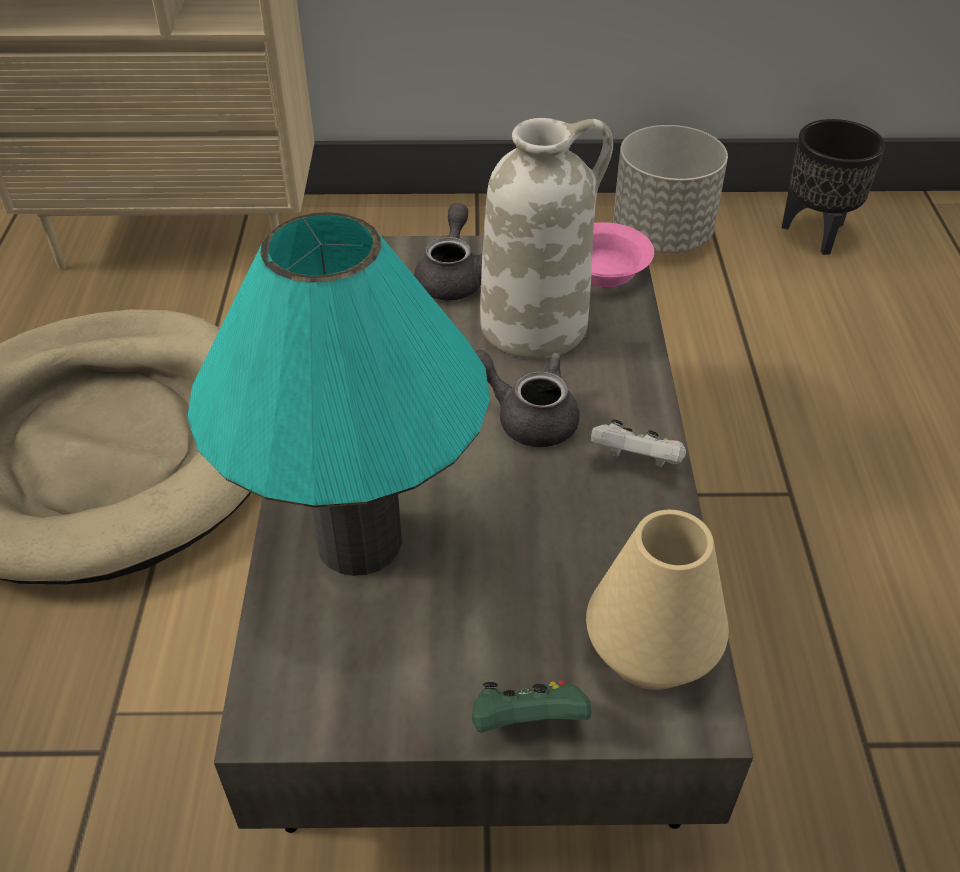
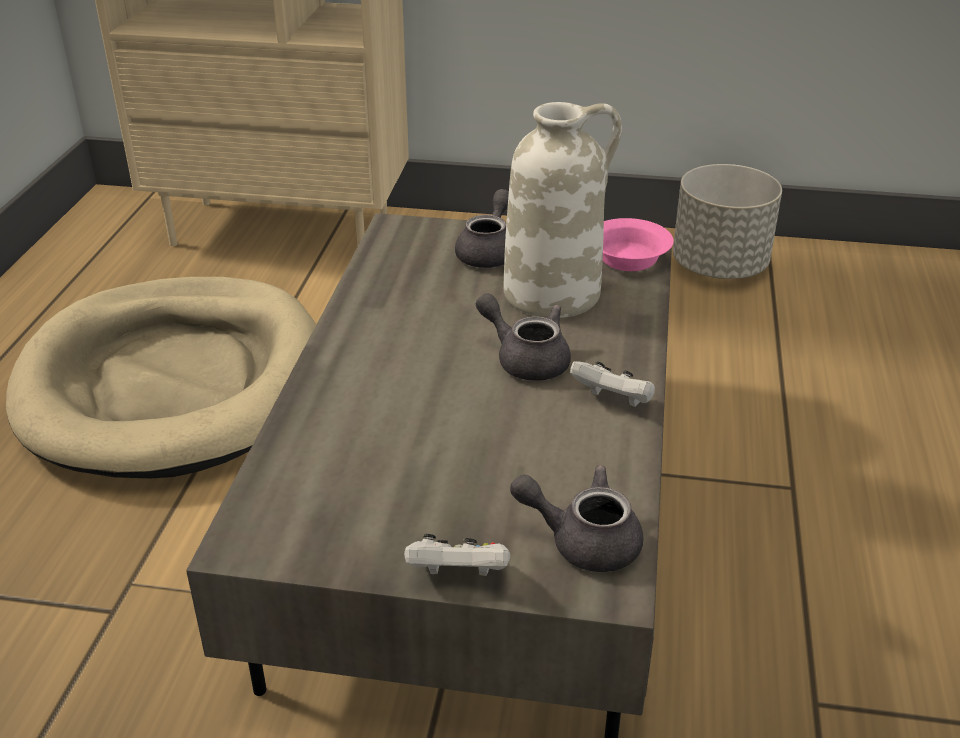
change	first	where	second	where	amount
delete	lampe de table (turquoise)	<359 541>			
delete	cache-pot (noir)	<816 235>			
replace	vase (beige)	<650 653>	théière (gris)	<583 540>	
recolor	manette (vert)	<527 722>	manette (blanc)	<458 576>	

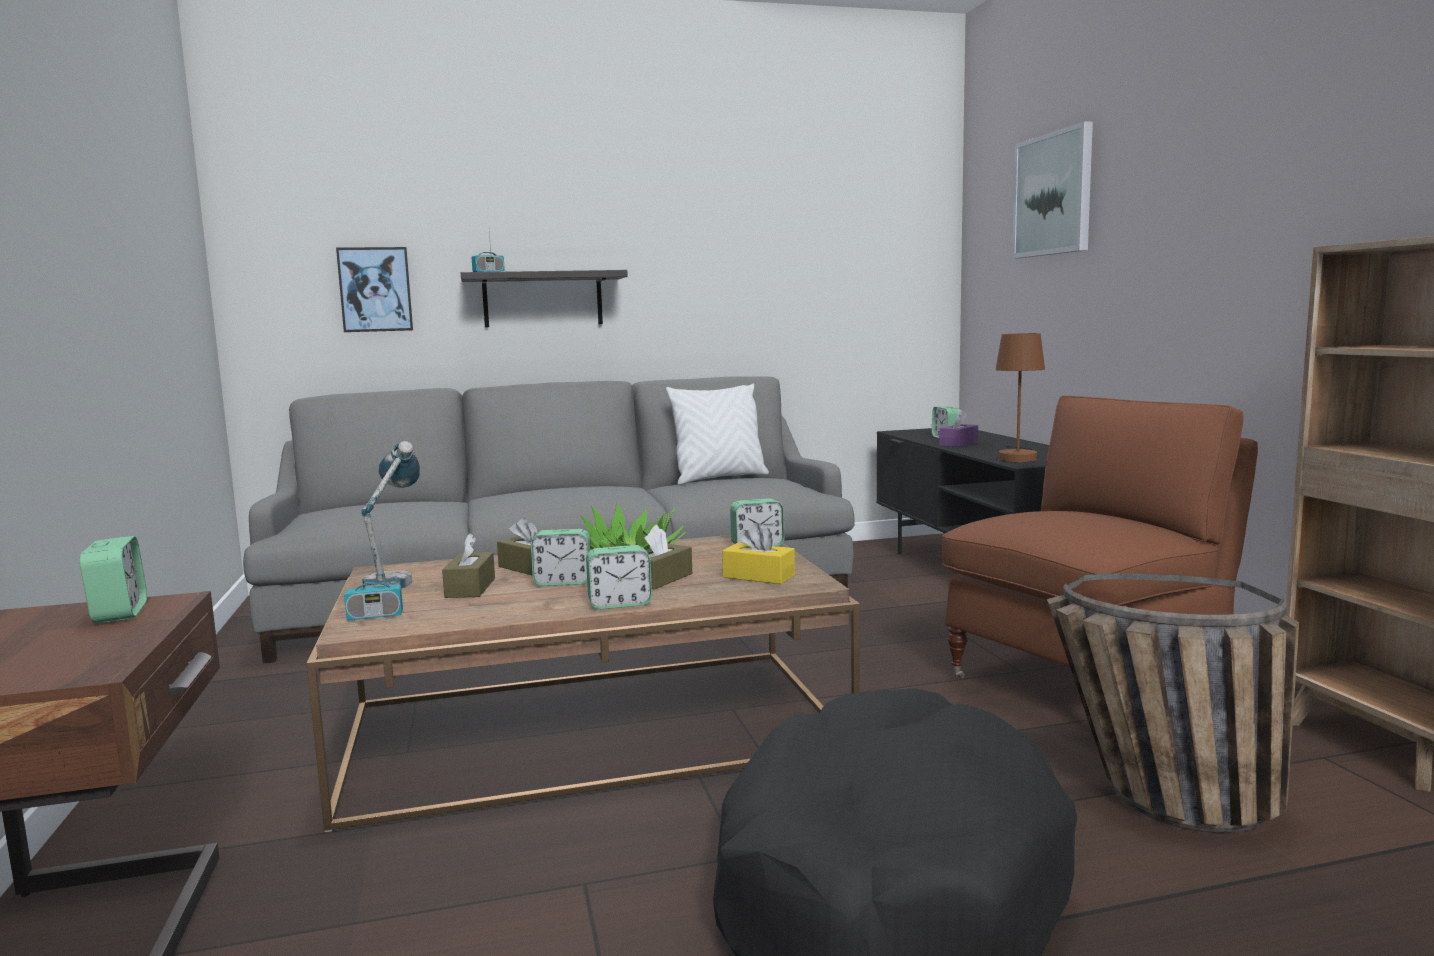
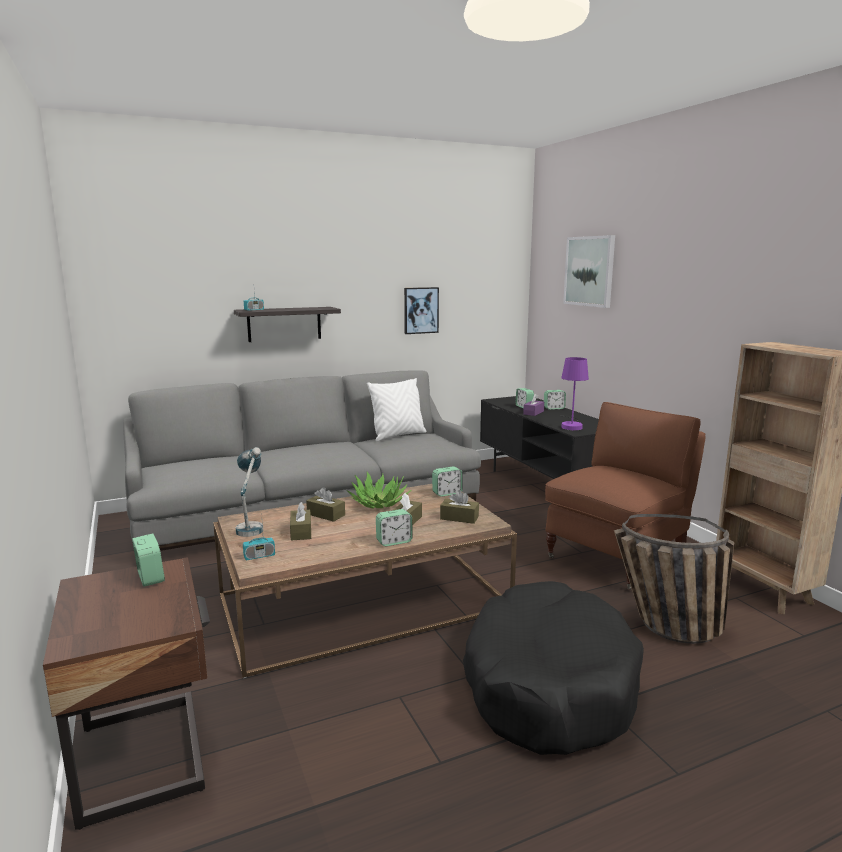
change	first	where	second	where	amount
move	tableau	<375 289>		<421 310>	
move	réveil	<563 582>		<554 408>	
recolor	boîte à mouchoirs (jaune)	<758 576>	boîte à mouchoirs (marron)	<459 518>	
recolor	lampe de table (marron)	<1019 457>	lampe de table (violet)	<572 426>	

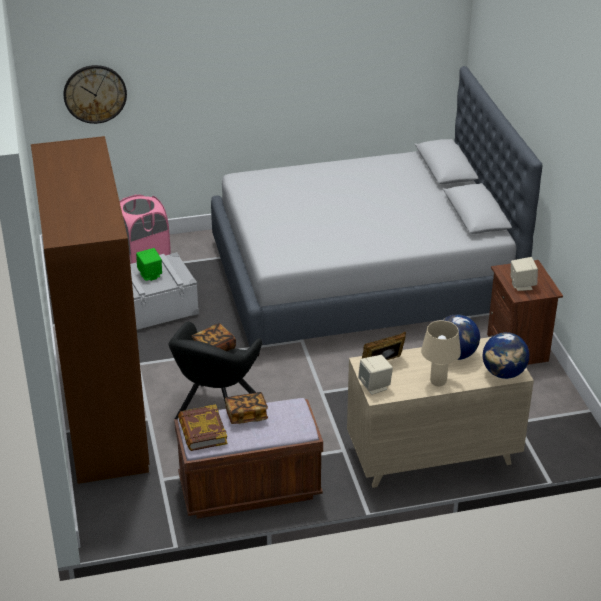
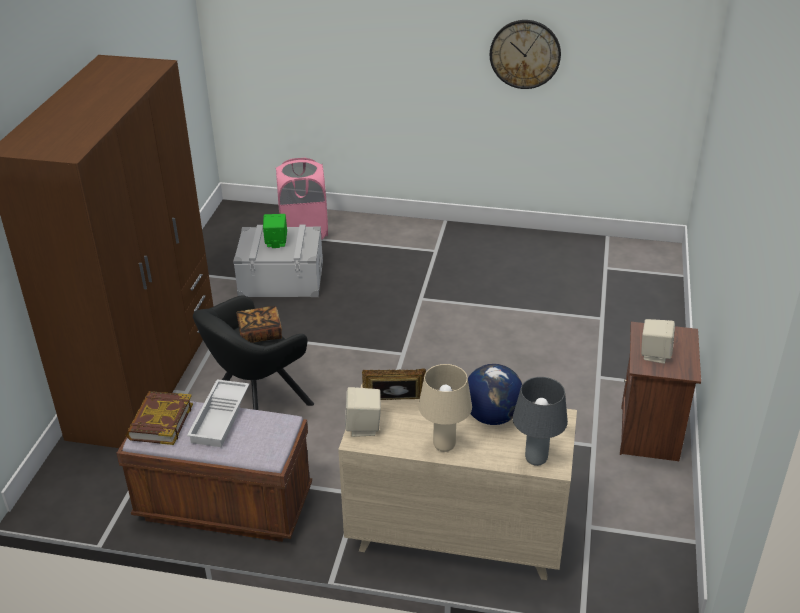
change	first	where	second	where	amount
delete	lit (gris)	<362 279>			
move	horloge murale	<95 94>		<525 54>	
replace	livre	<246 415>	plateau (blanc)	<221 418>	
replace	globe	<503 373>	lampe de table (gris)	<536 459>	

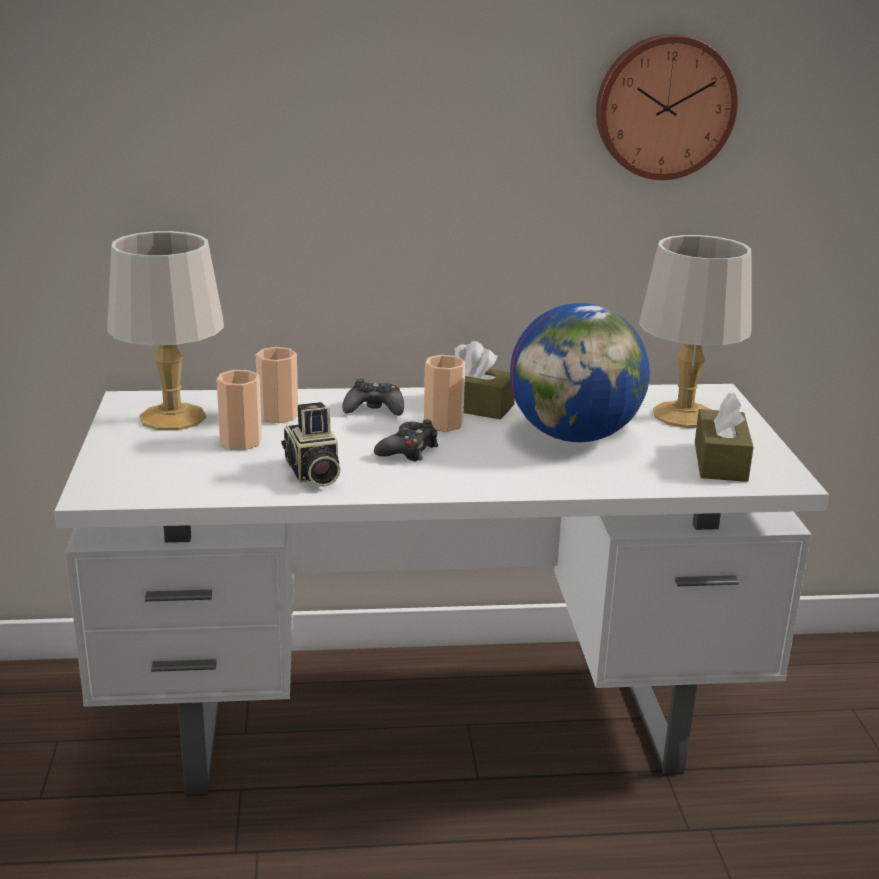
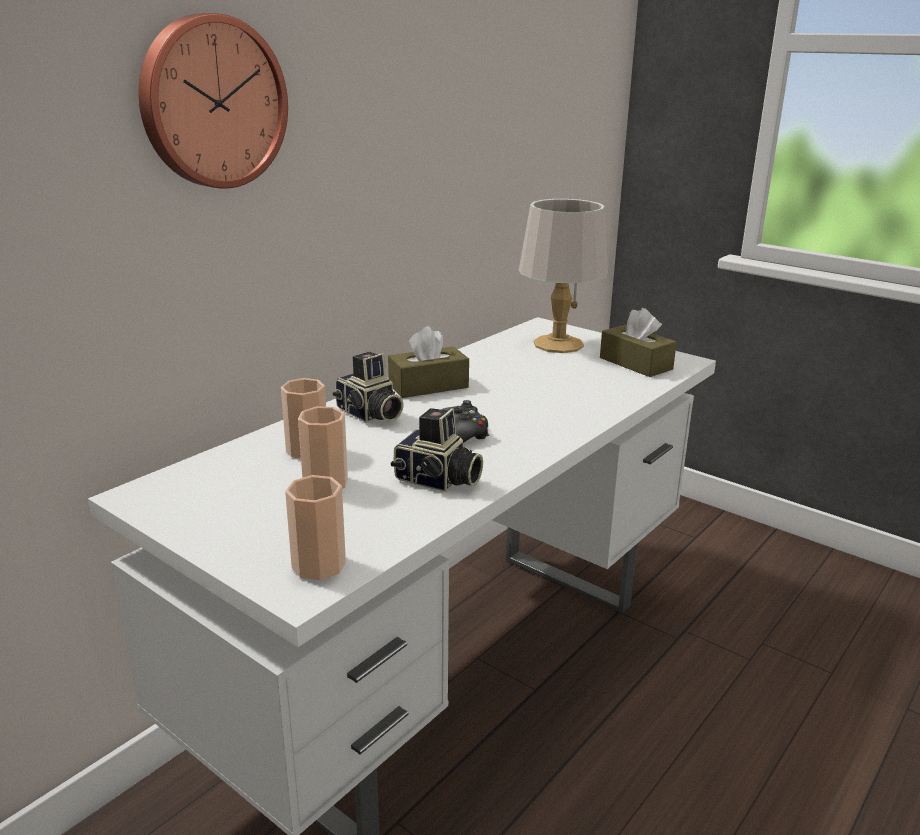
change	first	where	second	where	amount
delete	lampe de table (gris)	<172 418>			
delete	globe	<575 436>			
move	tasse	<443 424>		<318 565>	
move	horloge murale	<664 107>		<211 103>	
replace	manette (noir)	<374 409>	appareil photo	<369 414>	

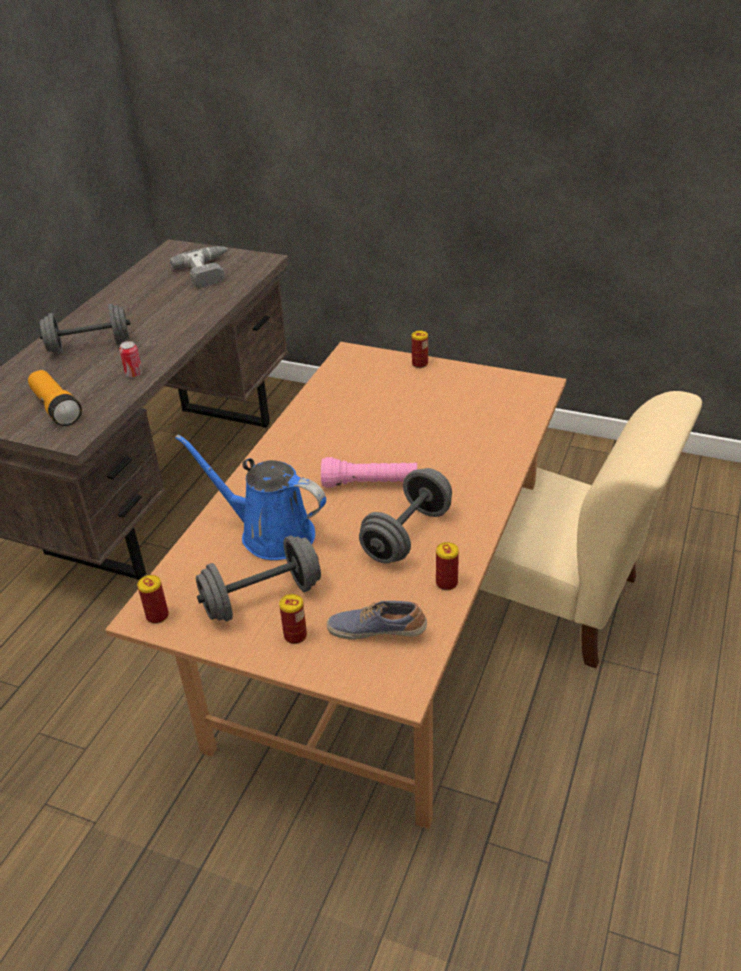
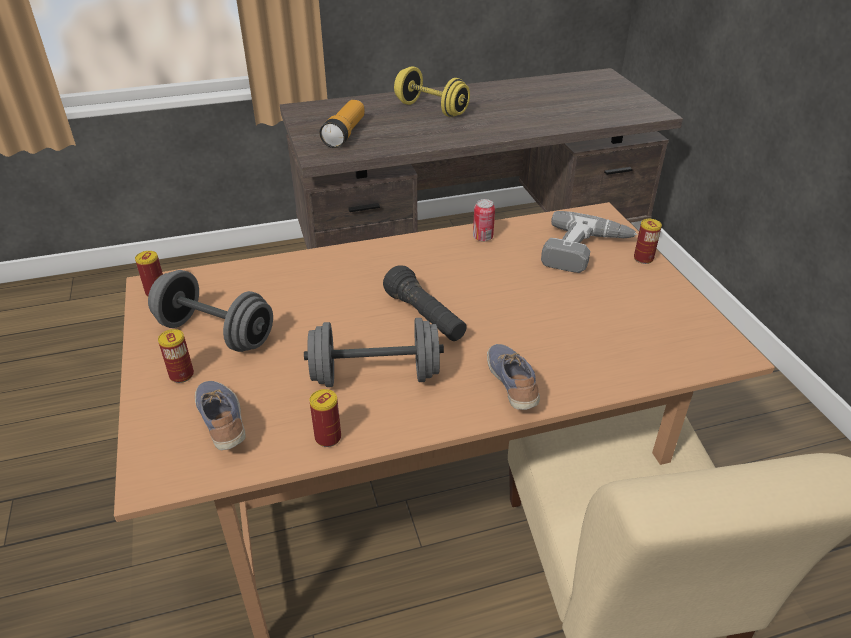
change	first	where	second	where	amount
delete	arrosoir (bleu)	<270 533>			
insert			chaussure	<512 384>	
move	boîte métallique	<134 374>		<482 237>	
move	perceuse	<209 271>		<586 251>	
recolor	haltère (gris)	<90 347>	haltère (jaune)	<431 109>	
recolor	lampe de poche (rose)	<370 484>	lampe de poche (noir)	<425 317>	

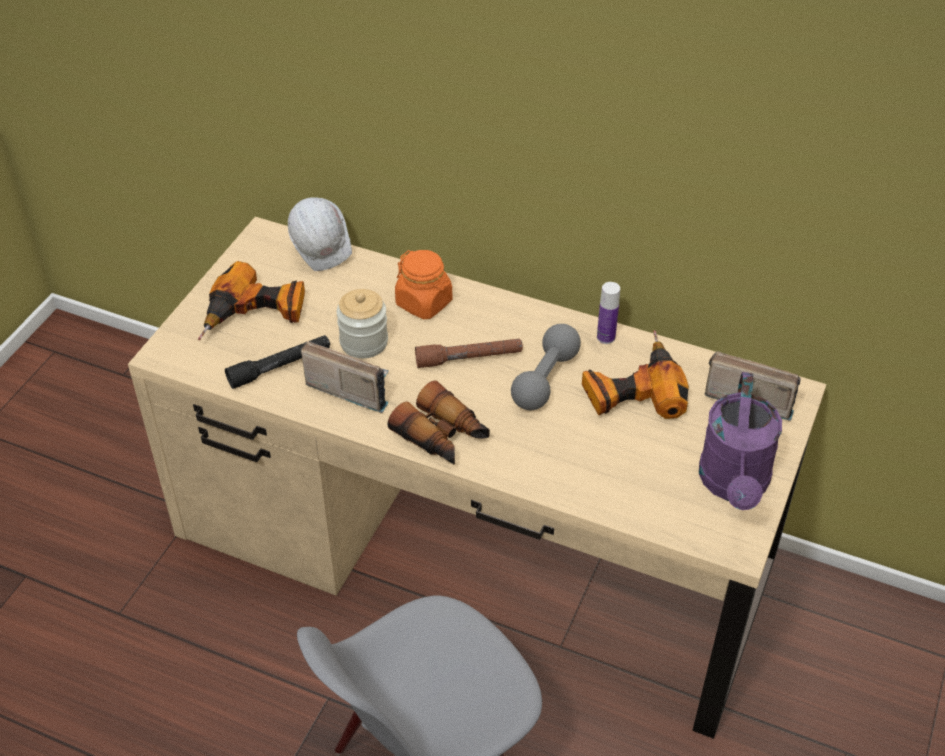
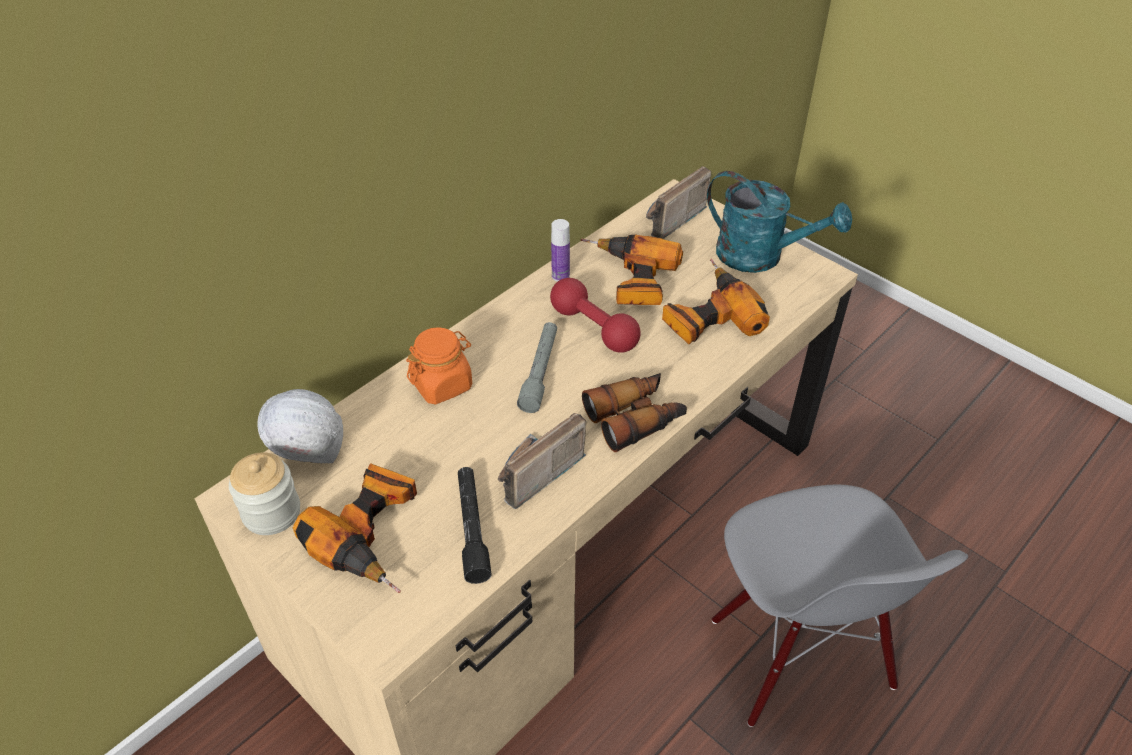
change	first	where	second	where	amount
insert			perceuse	<707 315>	
move	bocal	<364 342>		<271 512>	
recolor	lampe de poche (marron)	<469 358>	lampe de poche (gris)	<540 372>	
recolor	haltère (gris)	<545 379>	haltère (rouge)	<594 328>	
recolor	arrosoir (violet)	<734 485>	arrosoir (turquoise)	<761 256>	

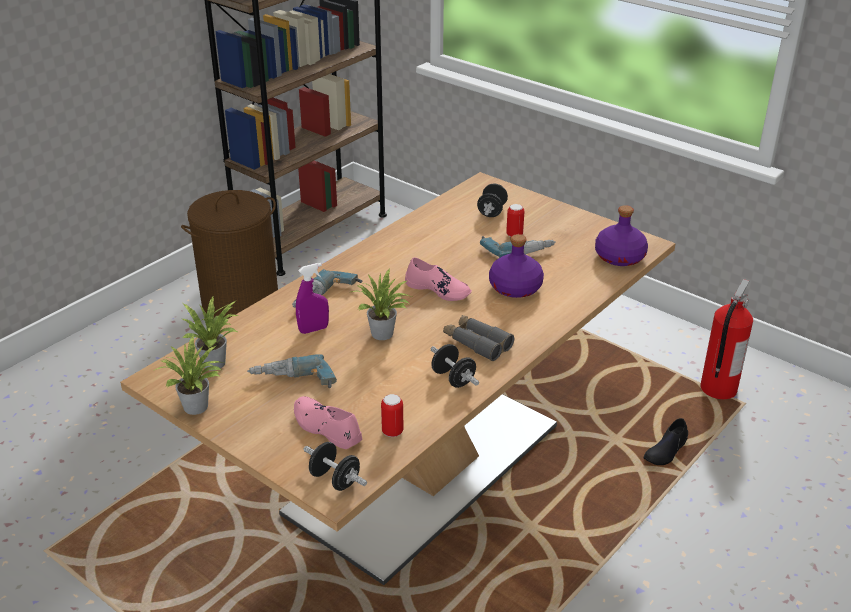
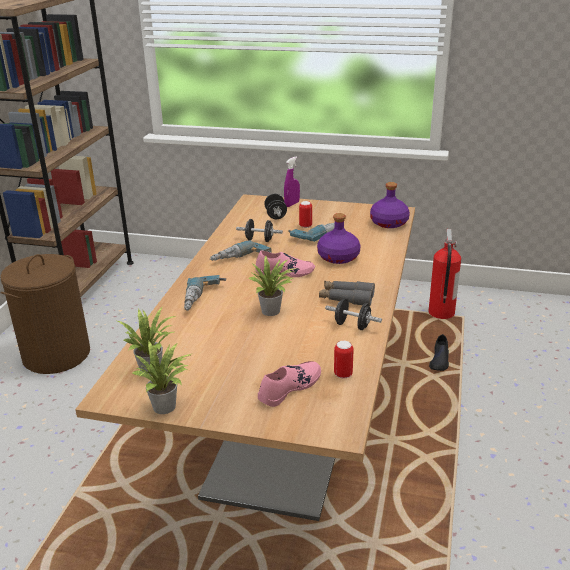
change	first	where	second	where	amount
move	perceuse	<292 383>		<241 260>	
move	vaporisateur (violet)	<313 329>		<292 204>	
move	haltère (noir)	<335 479>		<259 240>	
rotate	chaussure (rose)	<326 428>		<289 388>	120 degrees clockwise

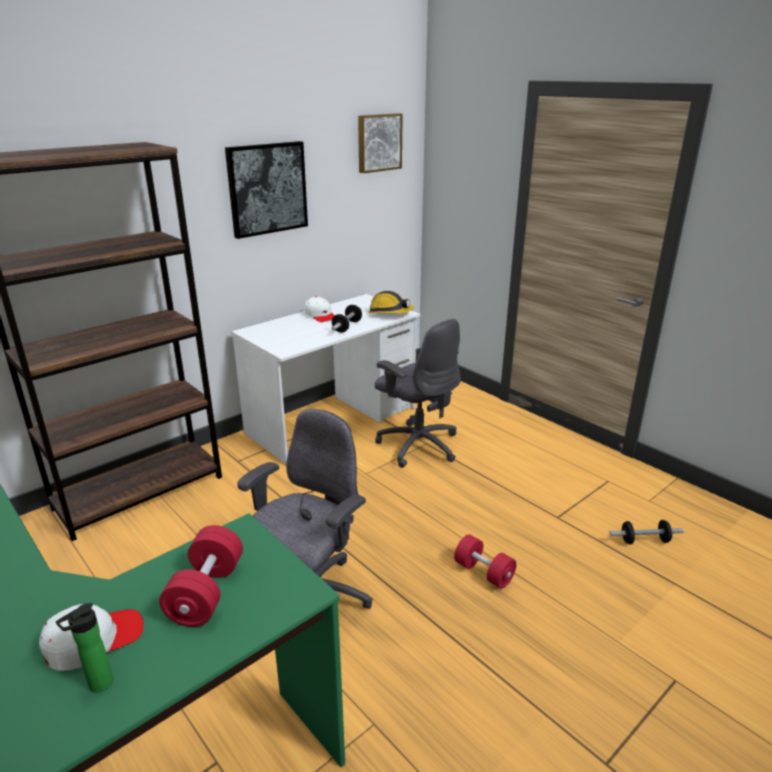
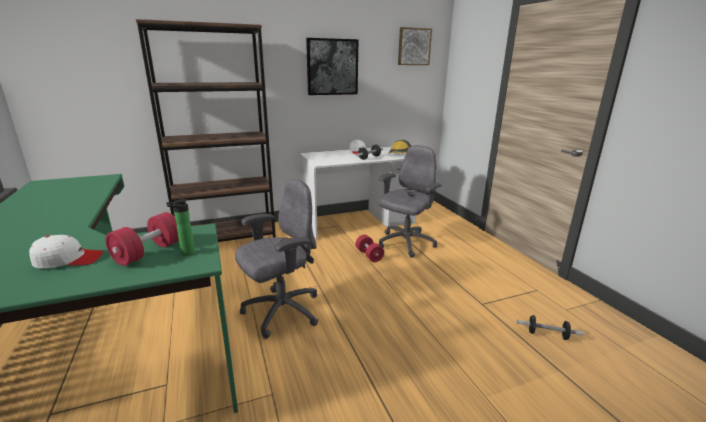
change	first	where	second	where	amount
move	bouteille	<97 685>		<185 253>	
move	haltère (rouge)	<483 572>		<369 255>	
rotate	chaise de bureau (gris)	<418 445>		<405 243>	120 degrees counterclockwise

